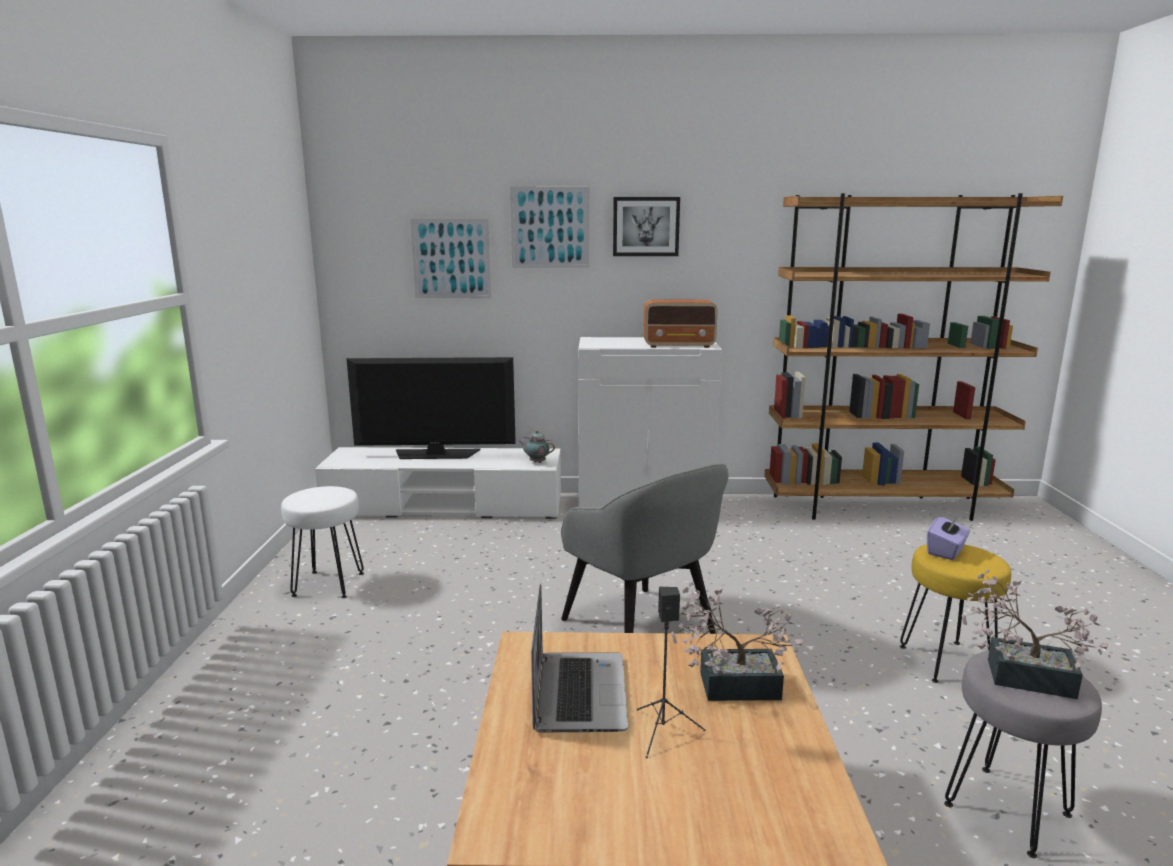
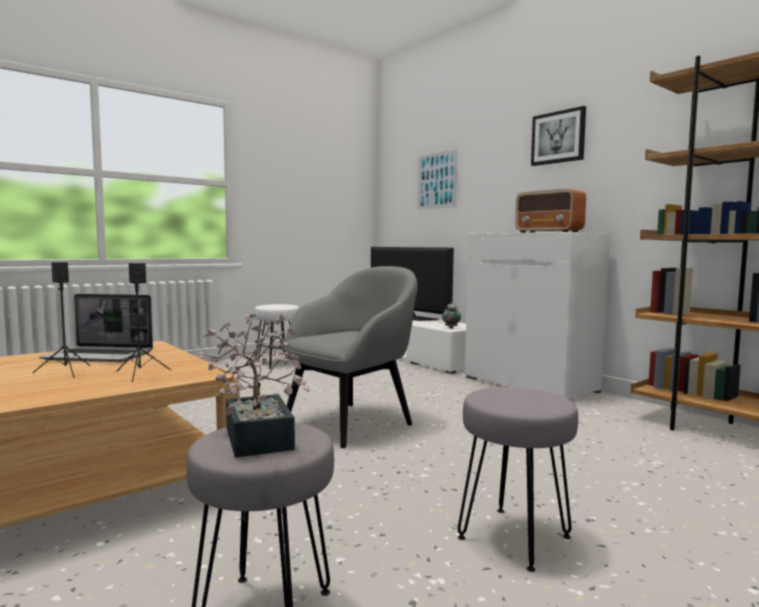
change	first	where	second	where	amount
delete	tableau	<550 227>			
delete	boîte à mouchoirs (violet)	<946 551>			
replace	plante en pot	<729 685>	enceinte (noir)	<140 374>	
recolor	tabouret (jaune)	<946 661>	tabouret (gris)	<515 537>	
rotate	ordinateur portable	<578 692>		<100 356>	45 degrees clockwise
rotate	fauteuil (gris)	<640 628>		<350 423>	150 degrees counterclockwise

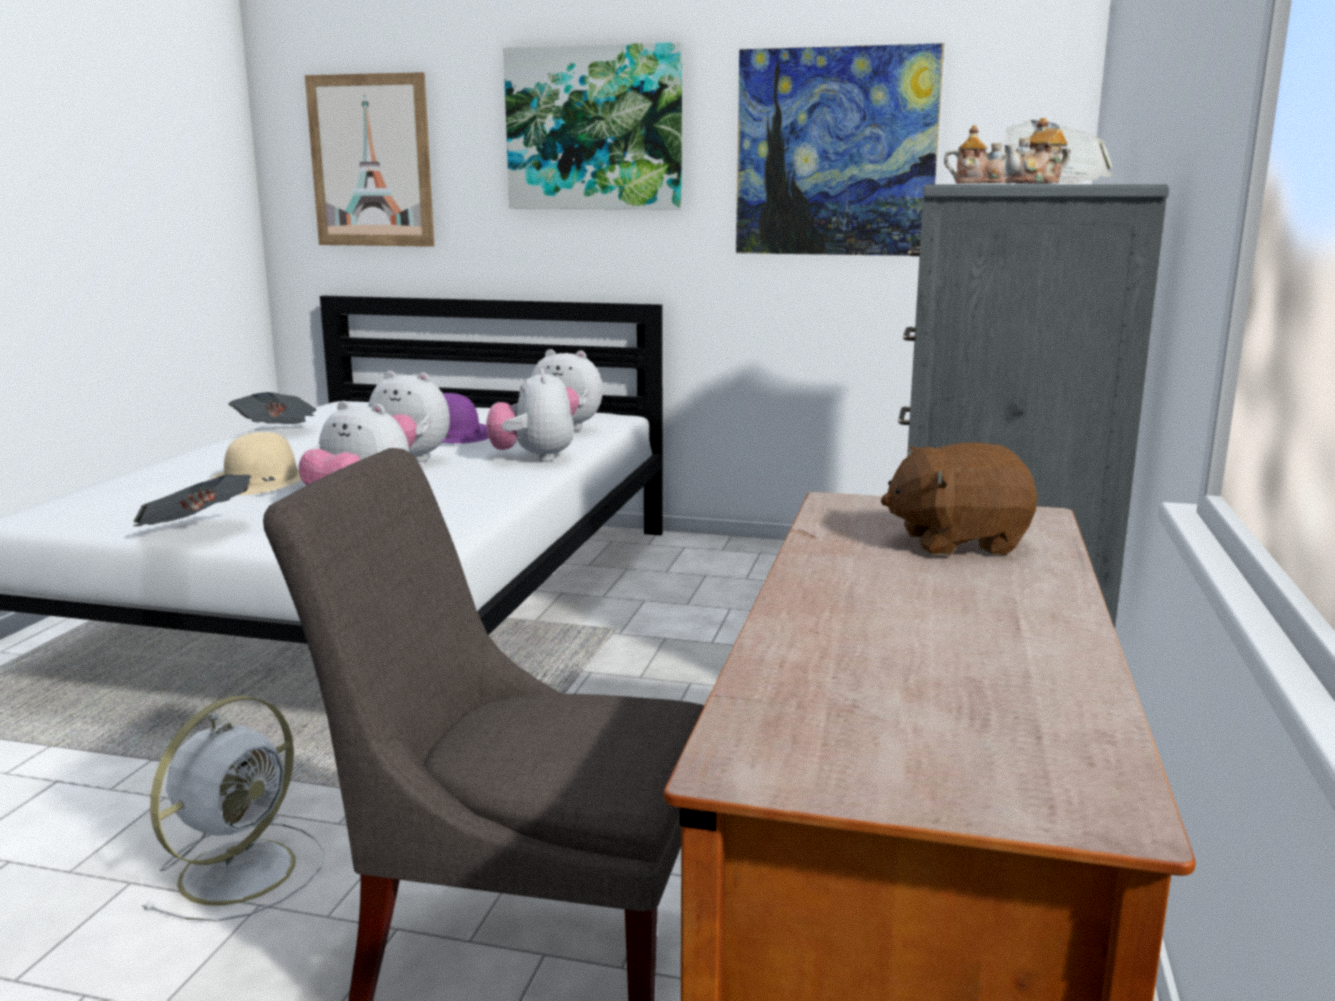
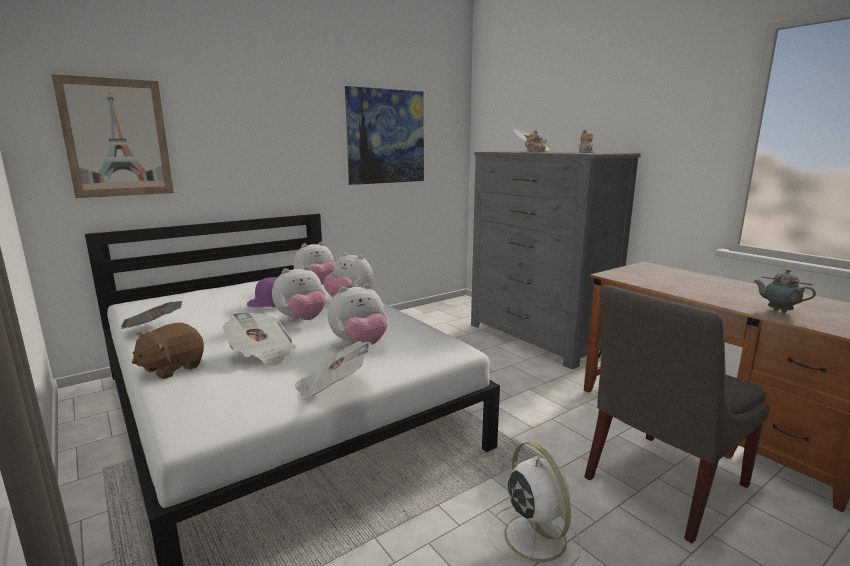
change	first	where	second	where	amount
delete	tableau	<594 129>			
insert			théière	<777 311>	
move	peluche (marron)	<957 542>		<171 368>	
replace	chapeau (beige)	<261 481>	journal	<262 354>	

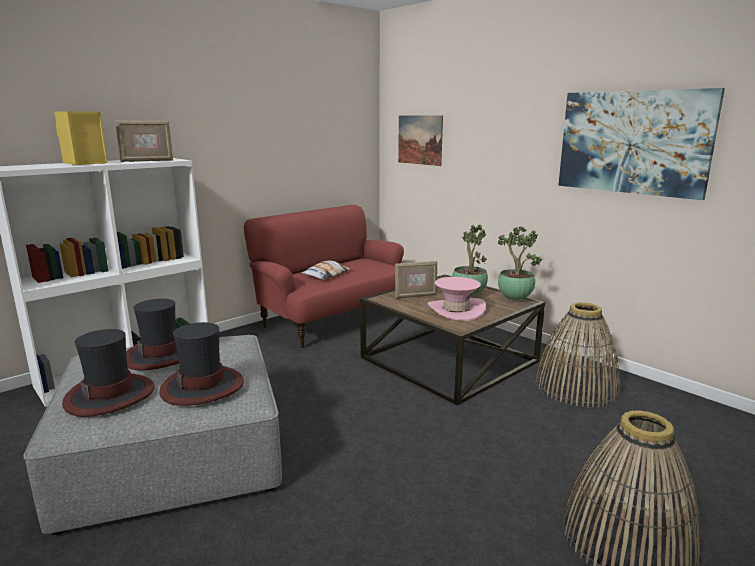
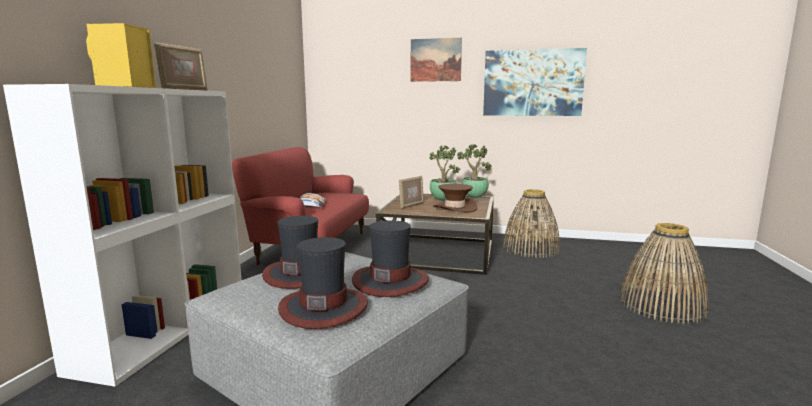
change	first	where	second	where	amount
move	tableau	<420 140>		<435 60>	
recolor	chapeau (rose)	<456 310>	chapeau (marron)	<455 208>	

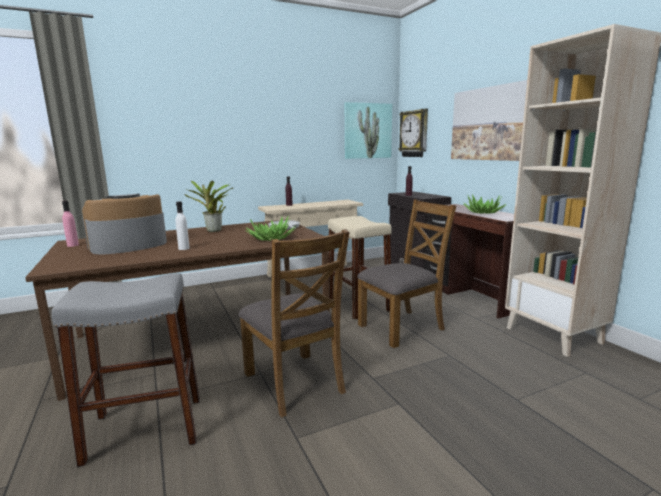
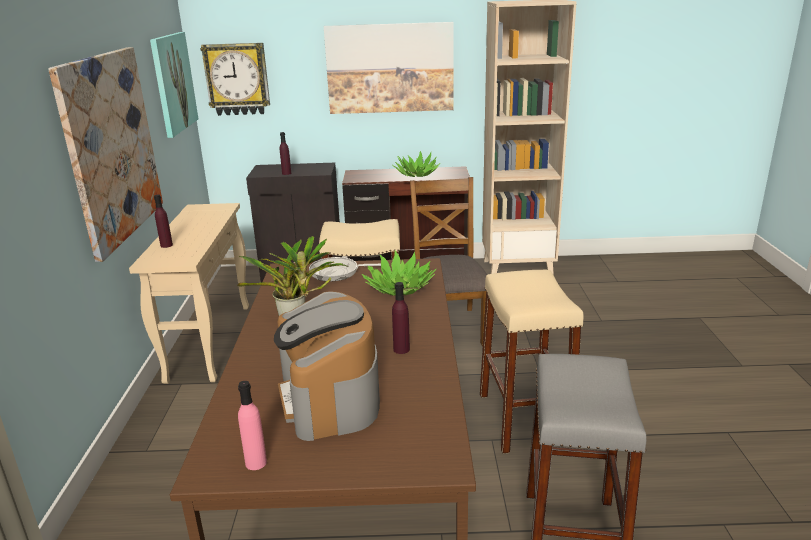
change	first	where	second	where	amount
insert			tableau	<111 147>	
replace	chaise (marron)	<295 382>	tabouret (beige)	<524 419>	
recolor	bouteille (blanc)	<184 248>	bouteille (violet)	<401 349>	

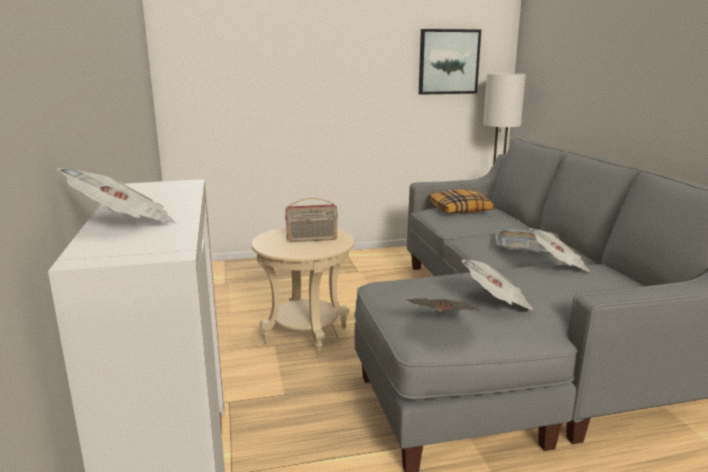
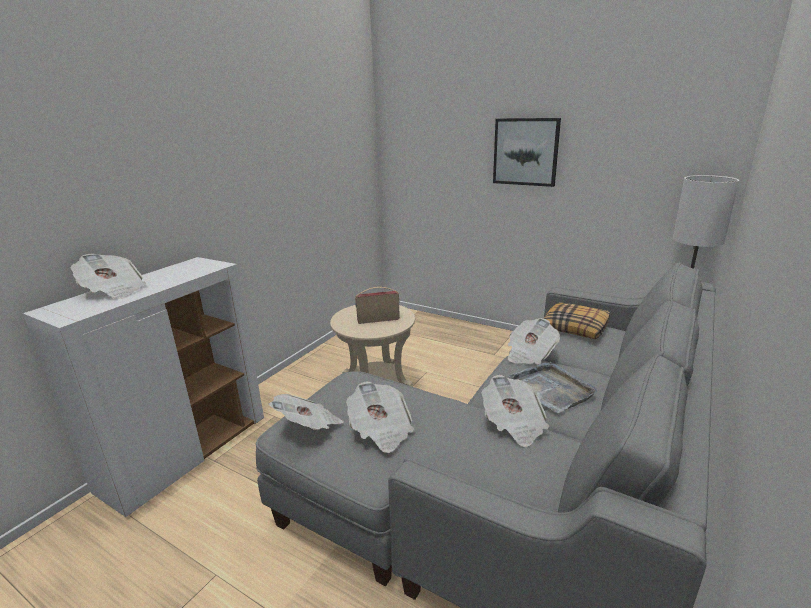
change	first	where	second	where	amount
insert			journal	<529 354>	
move	tableau	<448 62>		<525 152>	
rotate	radio	<312 240>		<378 320>	135 degrees clockwise

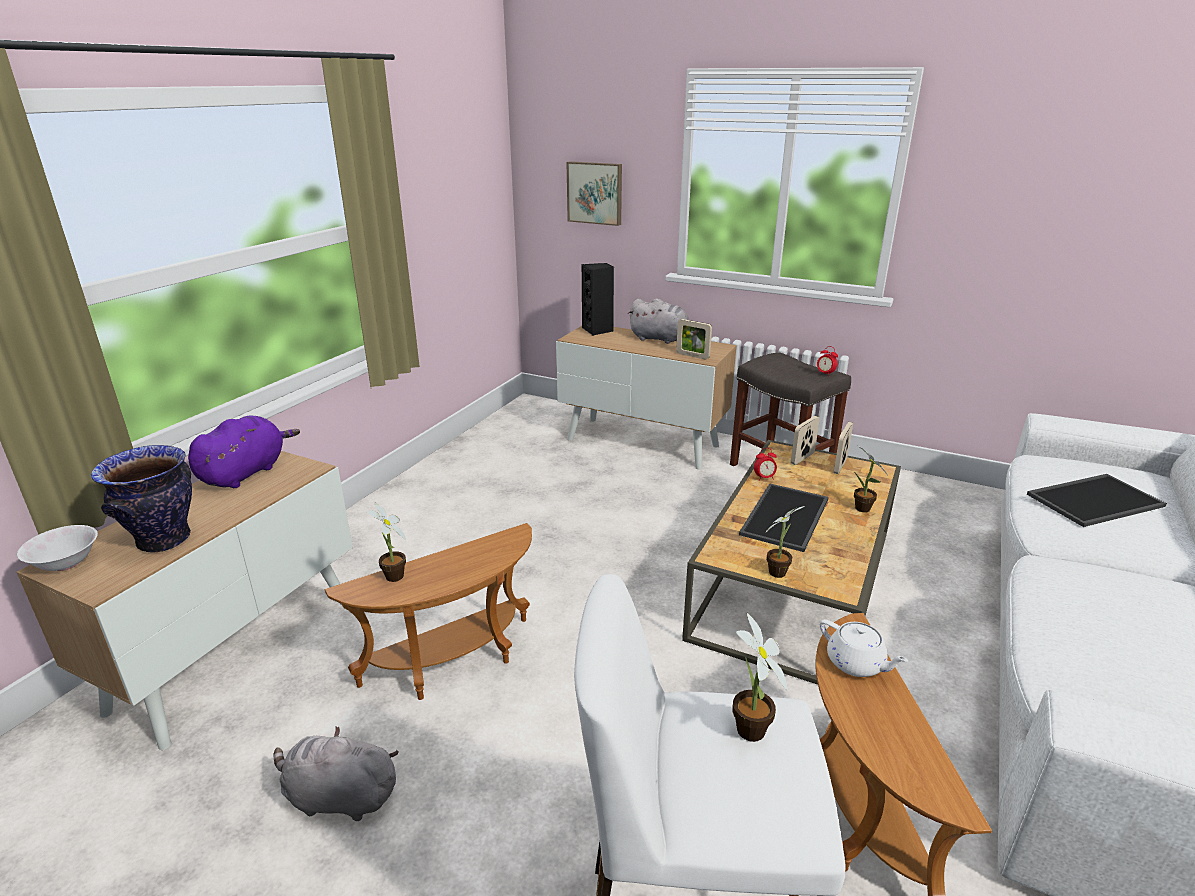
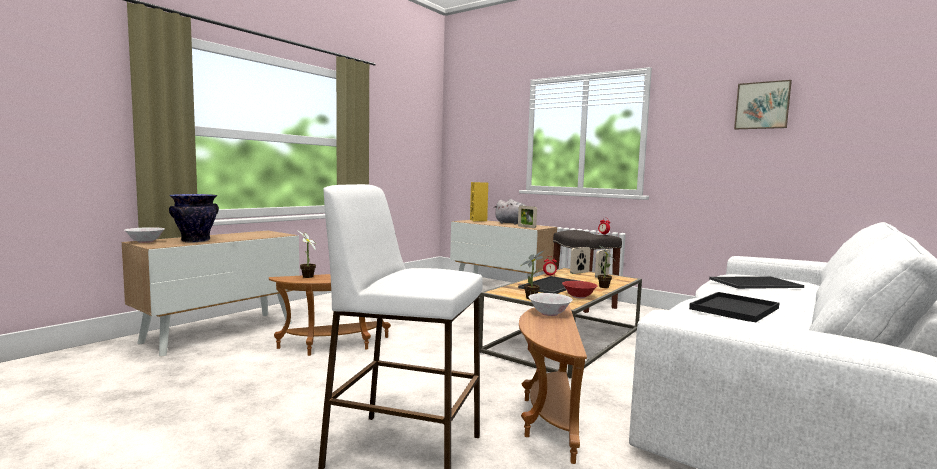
change	first	where	second	where	amount
delete	peluche (violet)	<246 473>			
delete	peluche (gris)	<339 797>			
delete	plante en pot	<749 734>			
insert			bol (rouge)	<579 297>	
insert			plateau (noir)	<734 308>	
move	tableau	<595 193>		<762 105>	
replace	théière (blanc)	<856 663>	bol (blanc)	<549 313>	
recolor	enceinte (noir)	<598 330>	enceinte (jaune)	<478 220>	

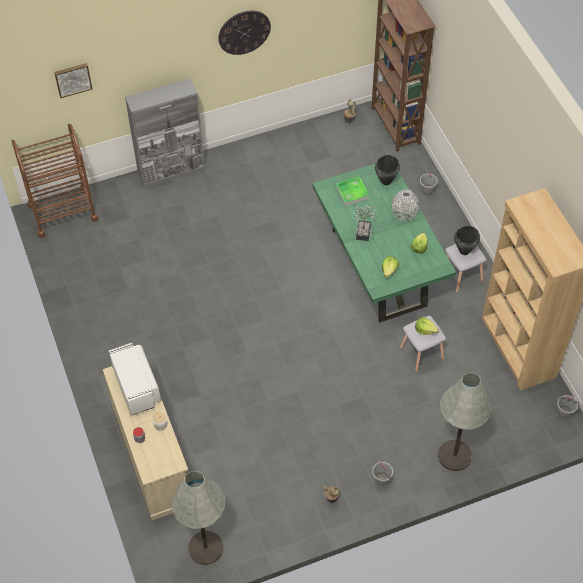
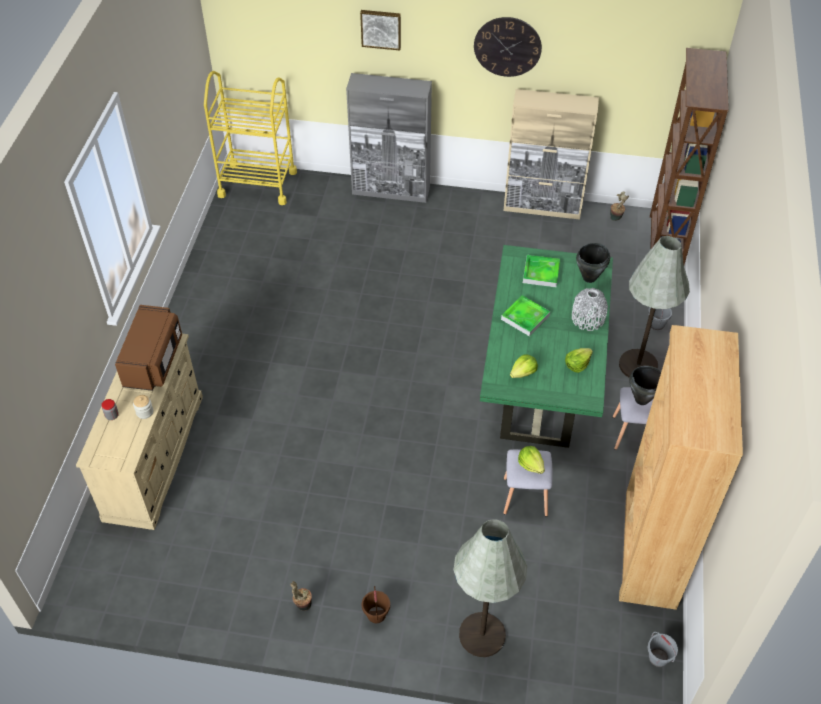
change	first	where	second	where	amount
insert			meuble de rangement (beige)	<543 207>	
move	tableau	<73 79>		<381 29>	
move	lampadaire (gris)	<205 548>		<638 365>	
replace	plante en pot	<364 230>	plateau	<525 317>	
recolor	chariot (marron)	<63 212>	chariot (jaune)	<257 183>	
recolor	micro-ondes (blanc)	<136 386>	micro-ondes (marron)	<154 361>	
recolor	seau (gris)	<381 479>	seau (marron)	<376 614>	

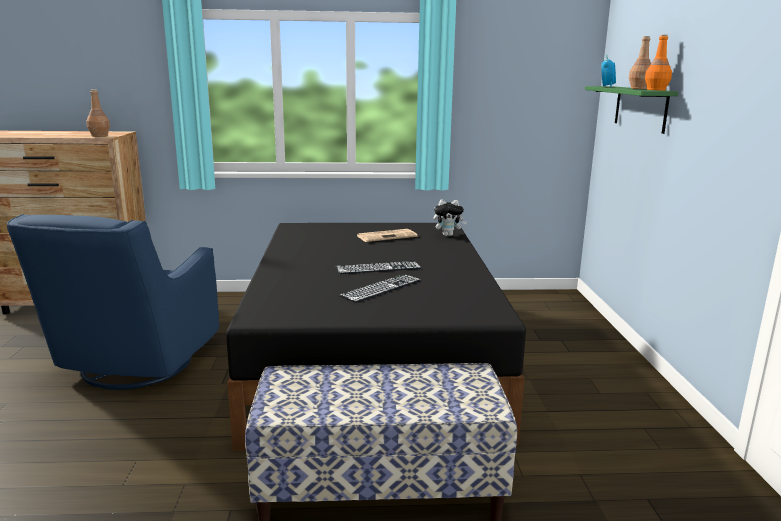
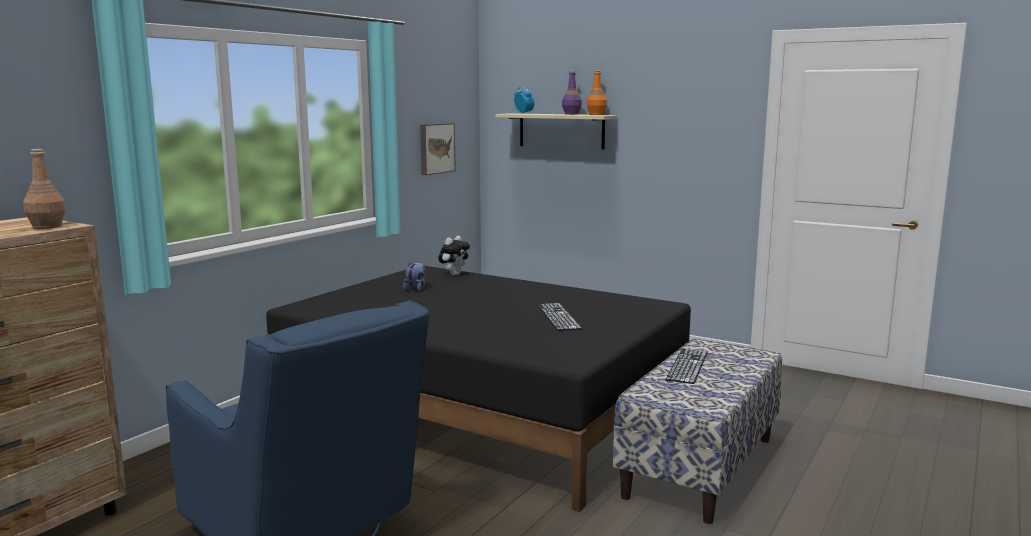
change	first	where	second	where	amount
insert			tableau	<435 148>	
move	clavier	<378 268>		<687 365>	
replace	journal	<387 236>	peluche	<416 288>	
recolor	étagère (vert)	<640 108>	étagère (beige)	<561 130>	
recolor	bouteille (marron)	<639 88>	bouteille (violet)	<571 114>	

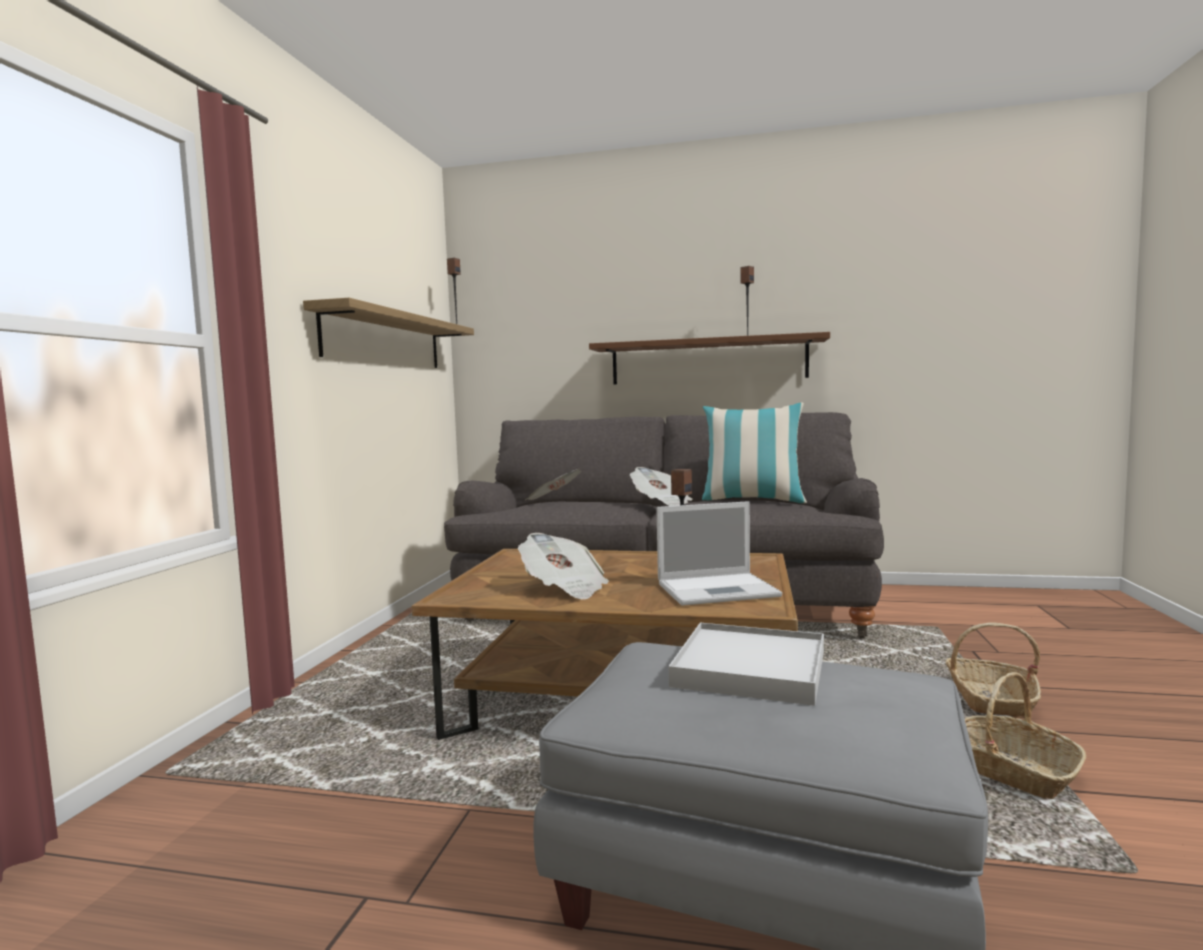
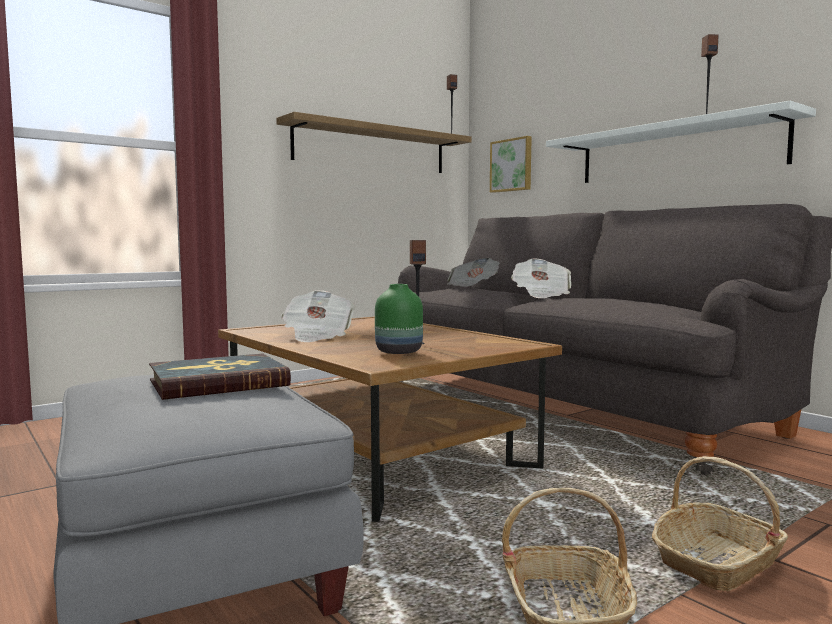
change	first	where	second	where	amount
delete	coussin	<753 500>			
insert			tableau	<512 165>	
replace	ordinateur portable	<719 589>	vase (vert)	<400 352>	
replace	plateau (blanc)	<750 669>	livre	<218 382>	
recolor	étagère (marron)	<708 361>	étagère (blanc)	<675 152>	

